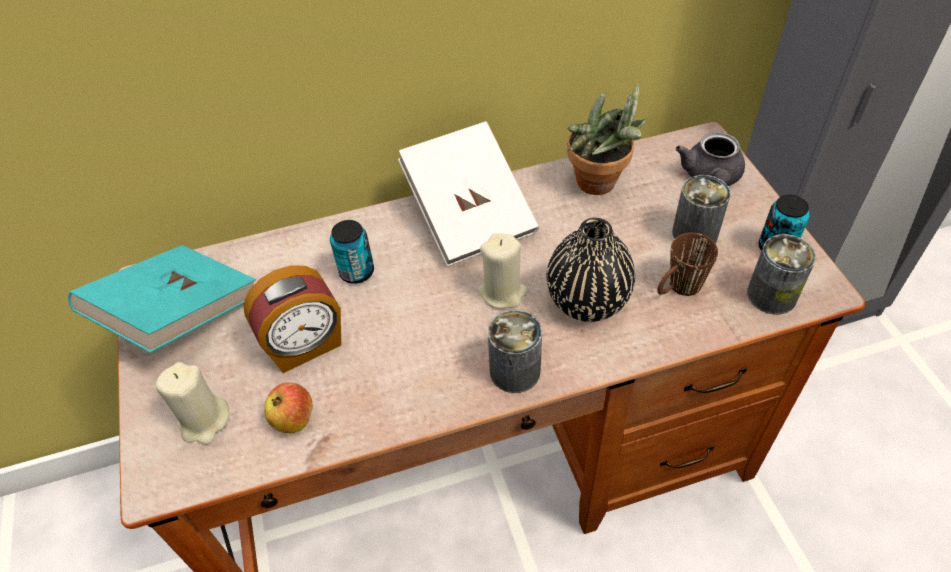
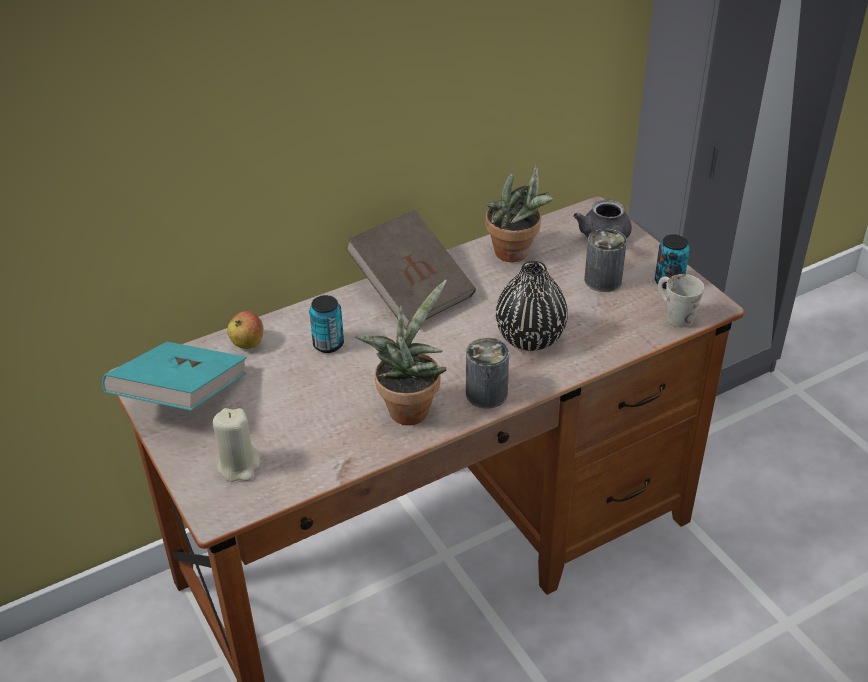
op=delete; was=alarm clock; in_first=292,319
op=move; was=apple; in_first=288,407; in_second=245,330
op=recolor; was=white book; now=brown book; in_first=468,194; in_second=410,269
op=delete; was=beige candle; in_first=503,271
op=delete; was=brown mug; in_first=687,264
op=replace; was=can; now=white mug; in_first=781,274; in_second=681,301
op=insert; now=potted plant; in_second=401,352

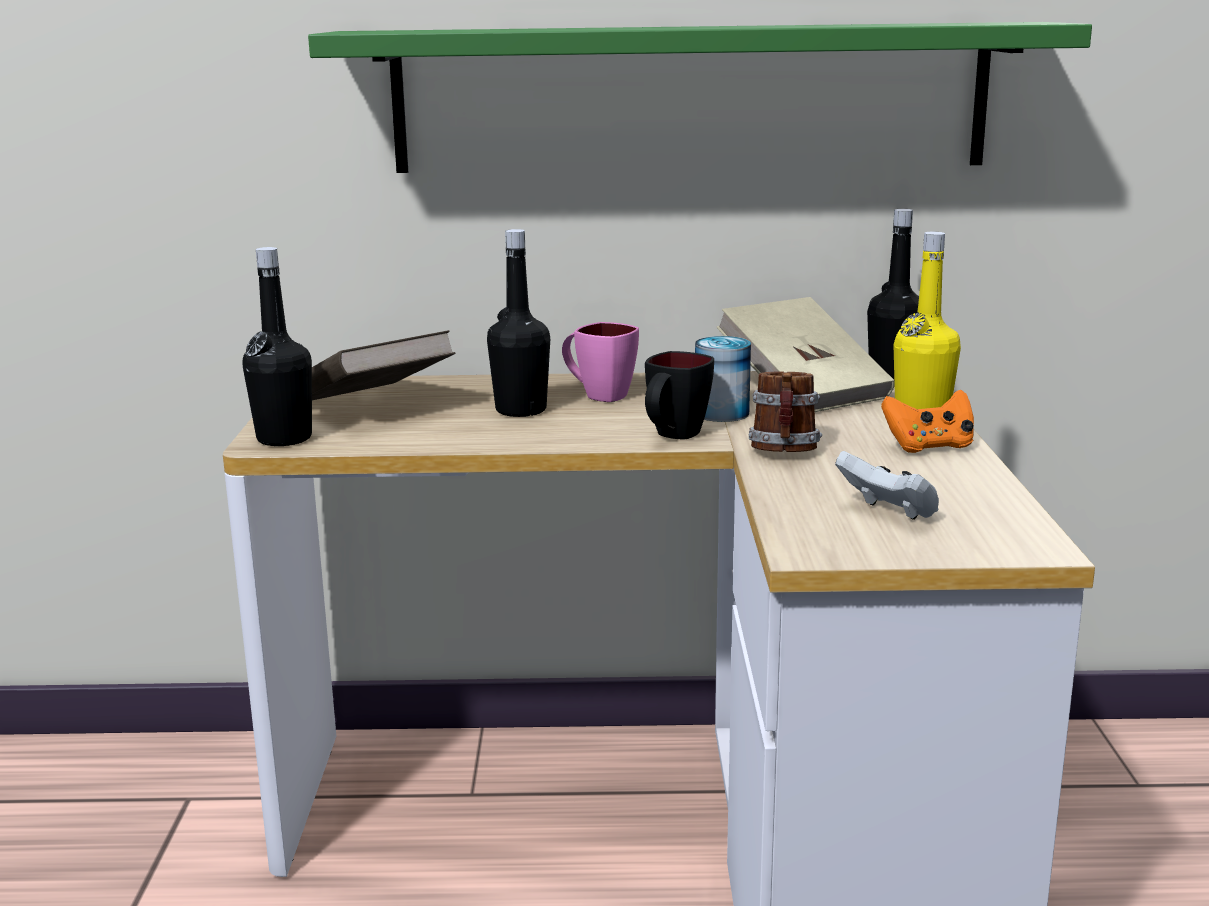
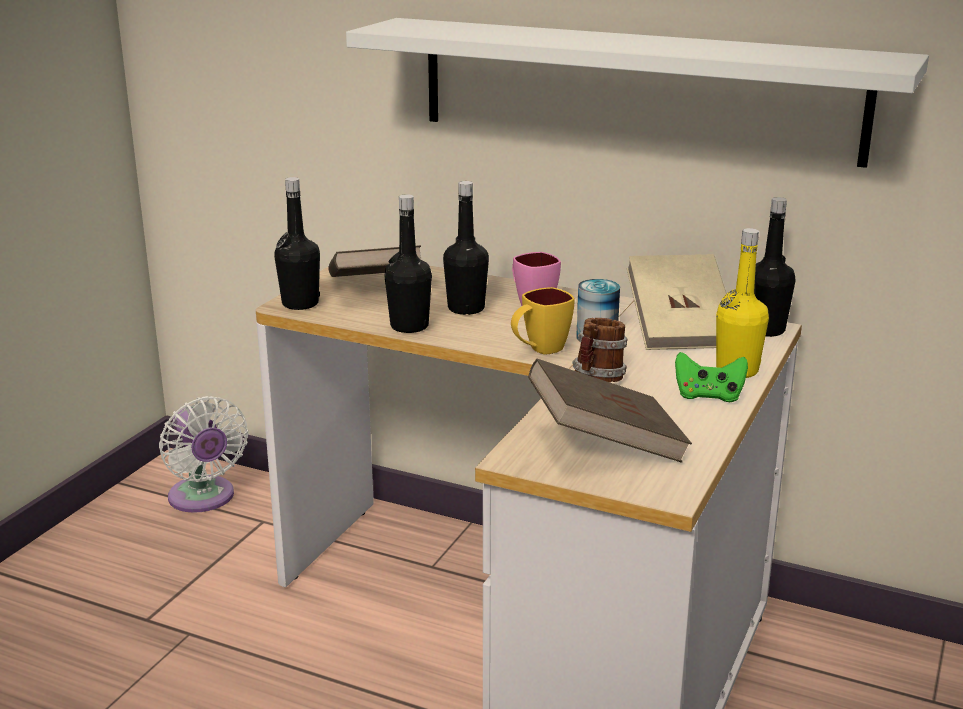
op=recolor; was=green shelf; now=white shelf; in_first=700,97; in_second=637,93
op=recolor; was=black mug; now=yellow mug; in_first=679,395; in_second=543,321
op=replace; was=white game controller; now=brown book; in_first=887,485; in_second=610,411
op=recolor; was=orange game controller; now=green game controller; in_first=927,421; in_second=711,377
op=insert; now=white fan; in_second=203,454
op=insert; now=black bottle; in_second=408,263

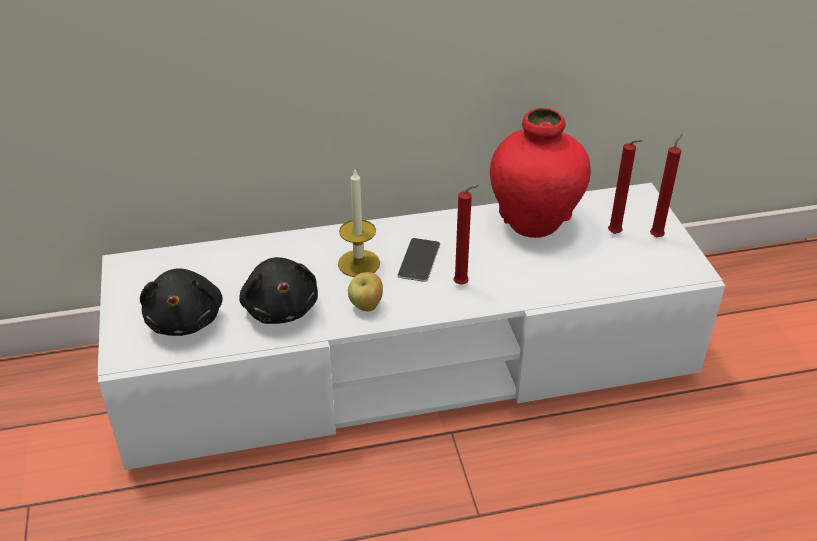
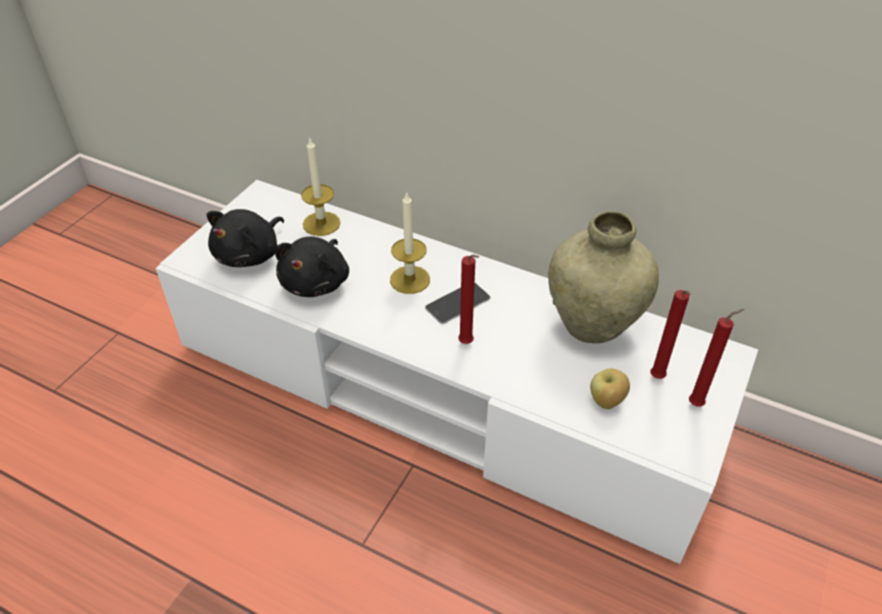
op=move; was=apple; in_first=365,292; in_second=610,388
op=recolor; was=red vase; now=beige vase; in_first=540,173; in_second=603,277
op=insert; now=candle; in_second=321,186

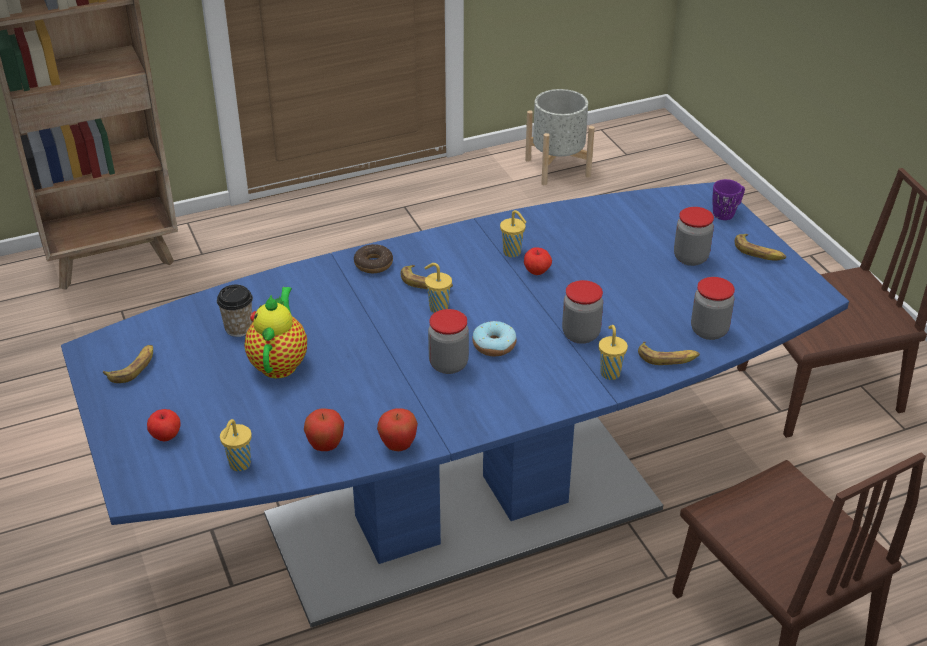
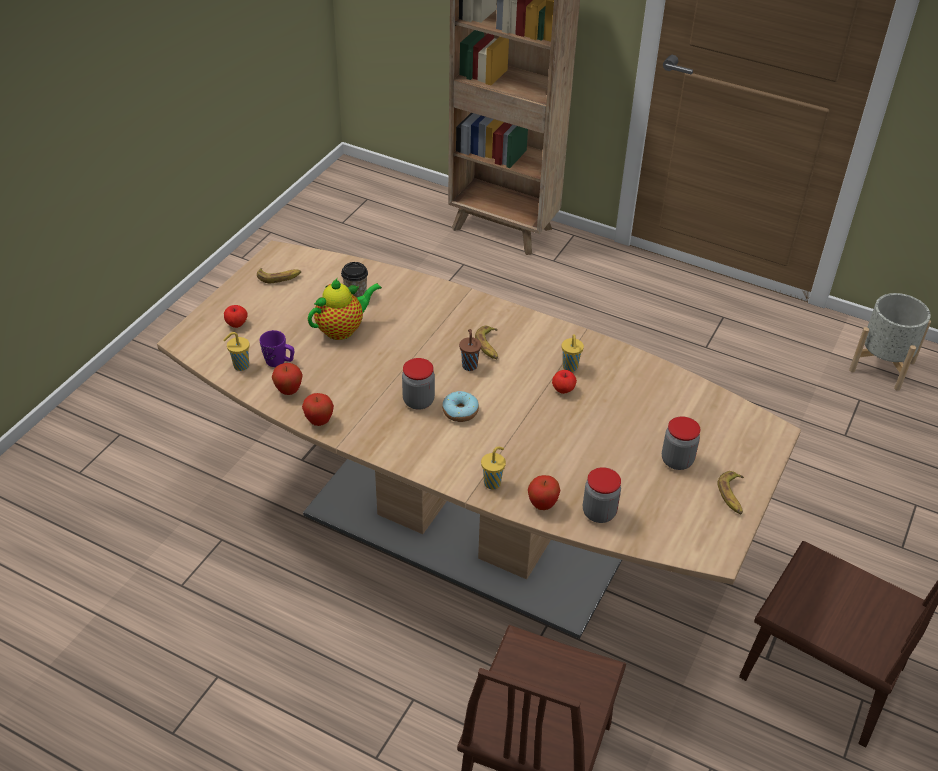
op=recolor; was=blue dining table; now=brown dining table; in_first=455,405; in_second=479,440
op=delete; was=donut; in_first=373,258
op=recolor; was=yellow cup; now=brown cup; in_first=438,288; in_second=470,350
op=delete; was=jar; in_first=582,312
op=replace; was=banana; now=apple; in_first=669,353; in_second=544,492
op=move; was=purple mug; in_first=728,199; in_second=277,348

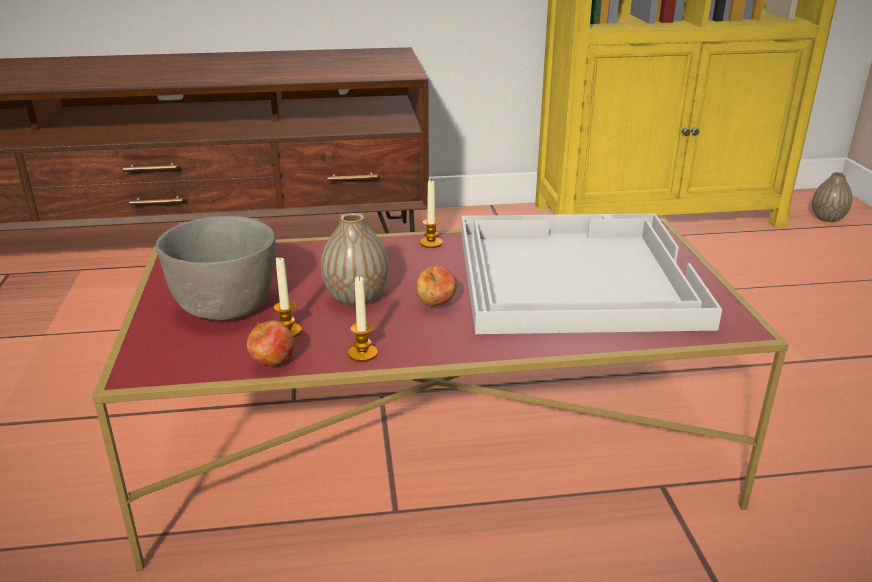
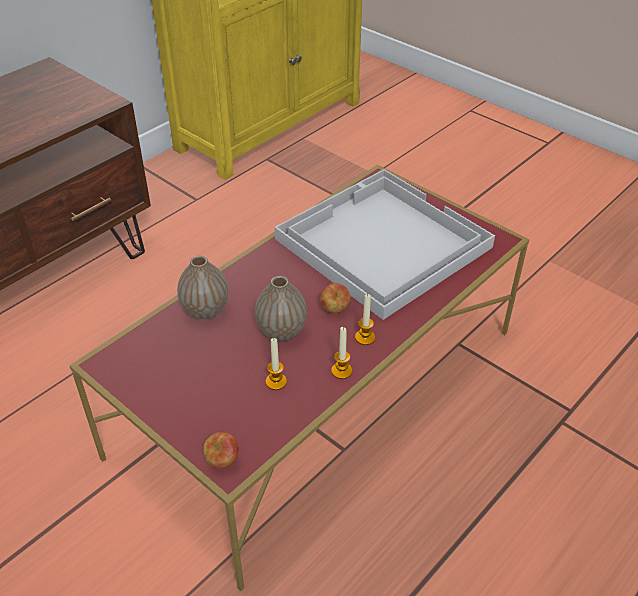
op=delete; was=grey bowl; in_first=216,268
op=move; was=apple; in_first=271,342; in_second=221,450
op=move; was=candle; in_first=431,214; in_second=365,319
op=move; was=vase; in_first=832,197; in_second=202,287

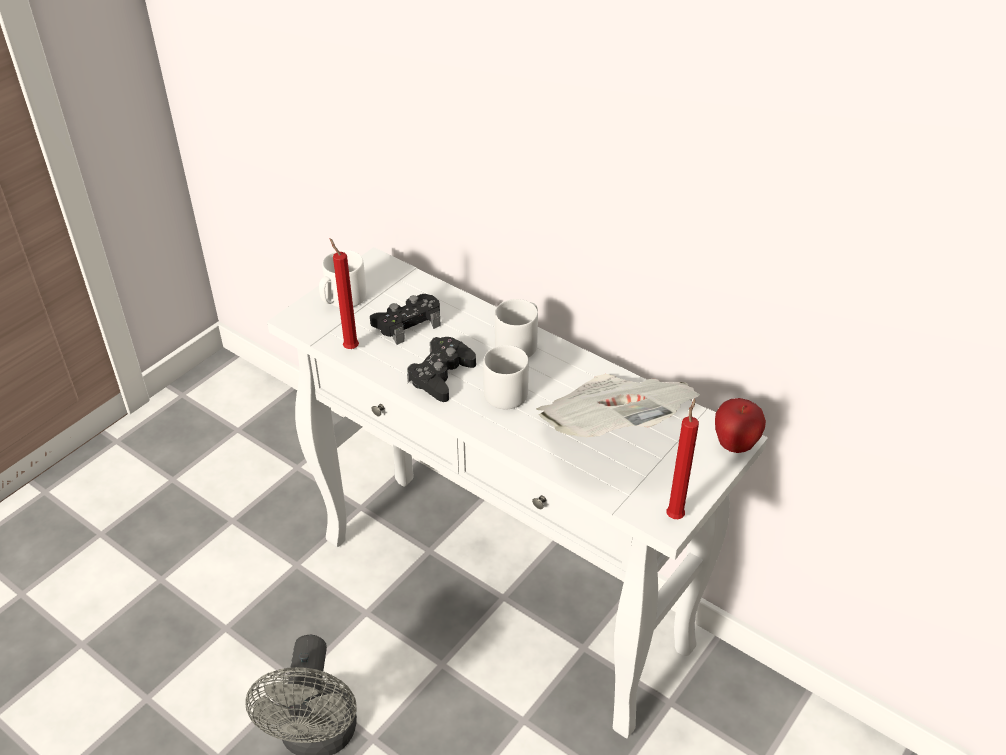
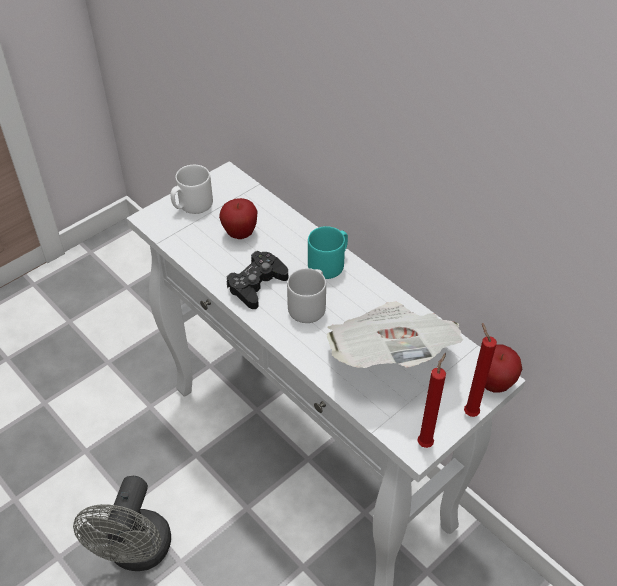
op=move; was=red candle; in_first=344,293; in_second=480,370
op=replace; was=black game controller; now=apple; in_first=405,319; in_second=238,218
op=recolor; was=grey mug; now=turquoise mug; in_first=516,328; in_second=328,252

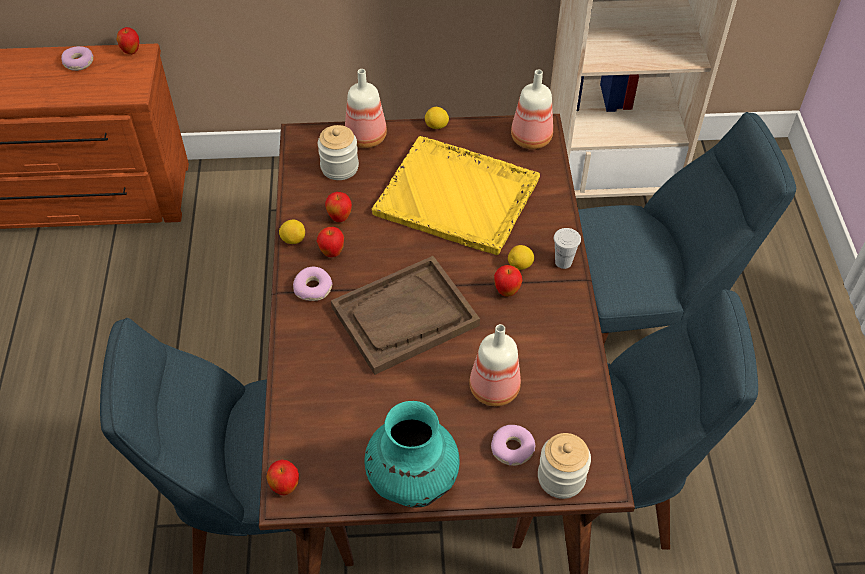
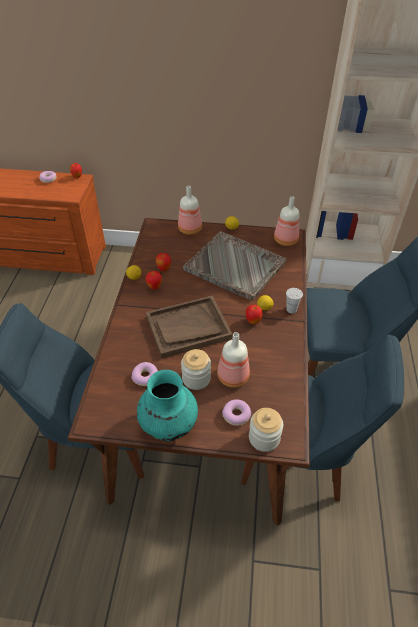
op=delete; was=apple; in_first=282,477
op=move; was=donut; in_first=313,284; in_second=145,374
op=move; was=jar; in_first=338,152; in_second=196,369
op=recolor; was=yellow tray; now=grey tray; in_first=456,195; in_second=235,266

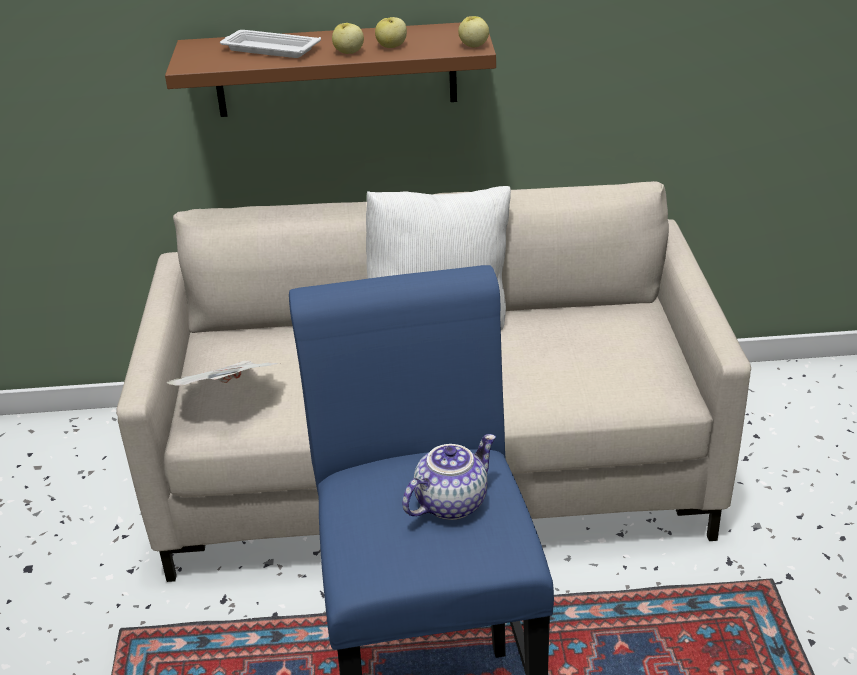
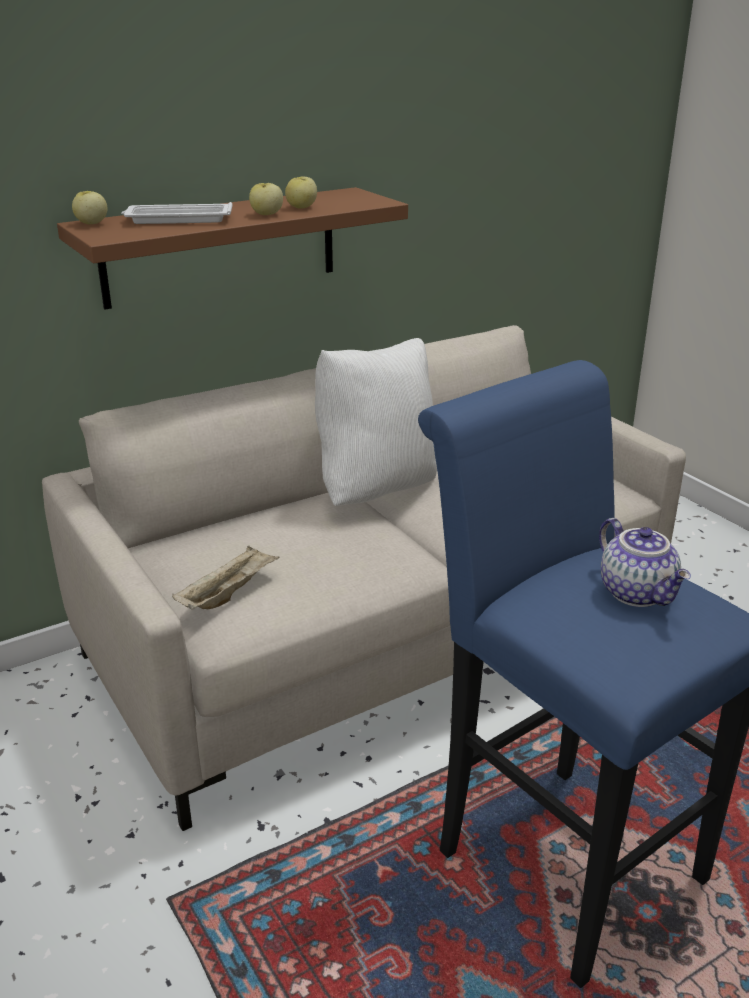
op=replace; was=newspaper; now=beige tray; in_first=222,373; in_second=225,578
op=rotate; was=teapot; in_first=449,477; in_second=645,562; clockwise=135
op=move; was=apple; in_first=473,32; in_second=90,207

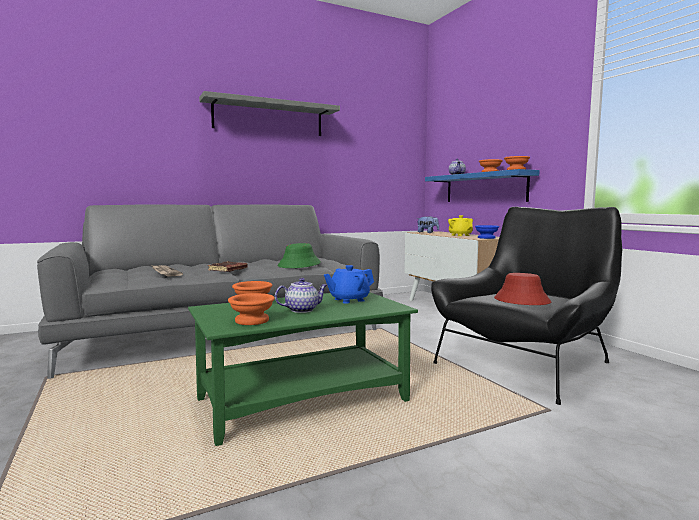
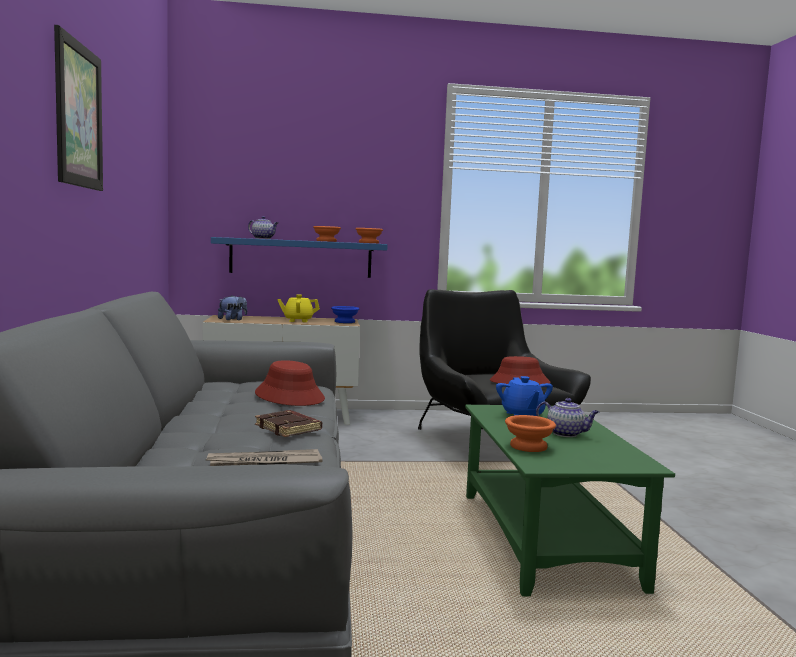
op=replace; was=grey shelf; now=picture; in_first=269,113; in_second=78,108
op=delete; was=orange bowl; in_first=251,309
op=rotate; was=teapot; in_first=301,295; in_second=567,417; clockwise=120
op=recolor; was=green hat; now=red hat; in_first=299,255; in_second=290,383

